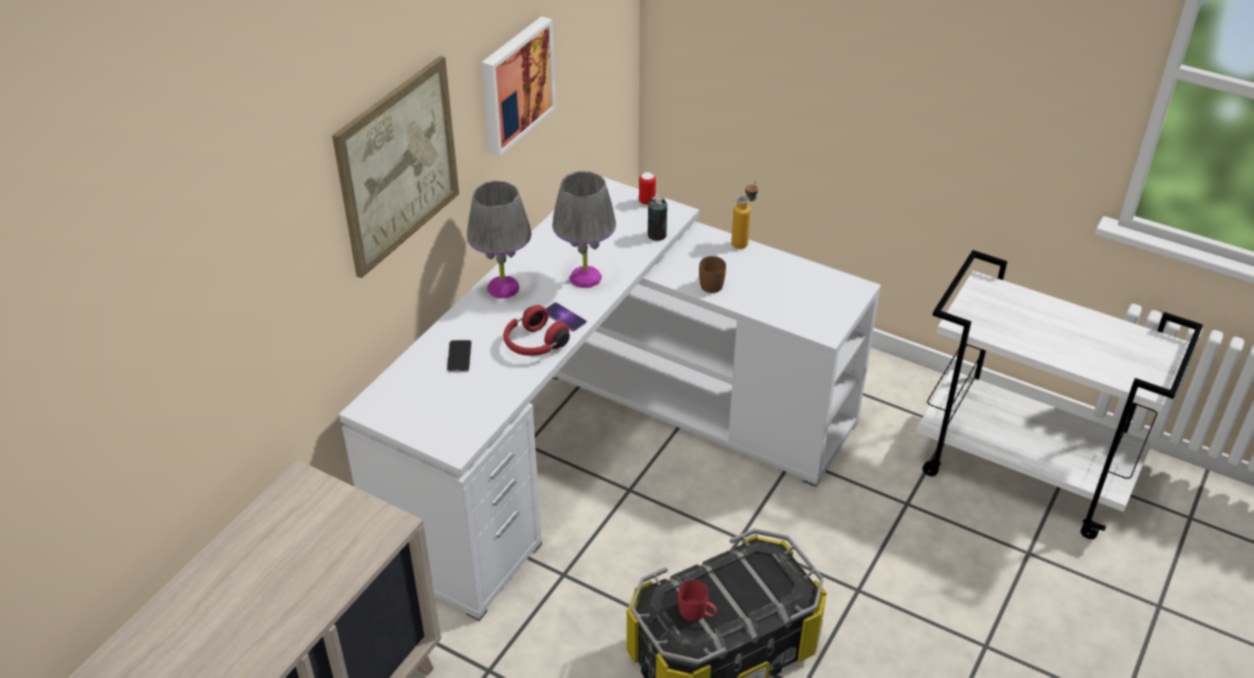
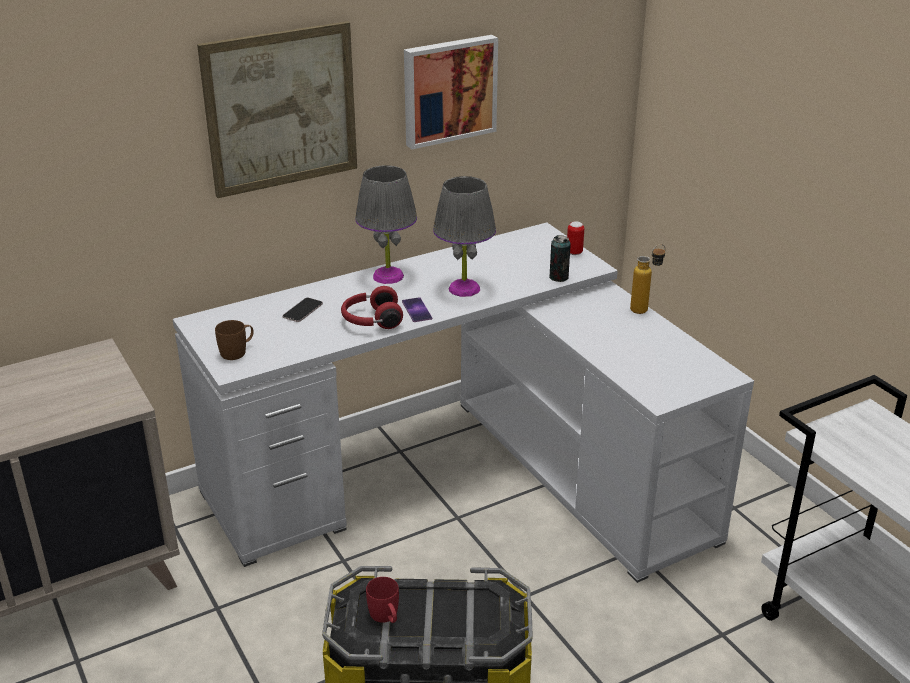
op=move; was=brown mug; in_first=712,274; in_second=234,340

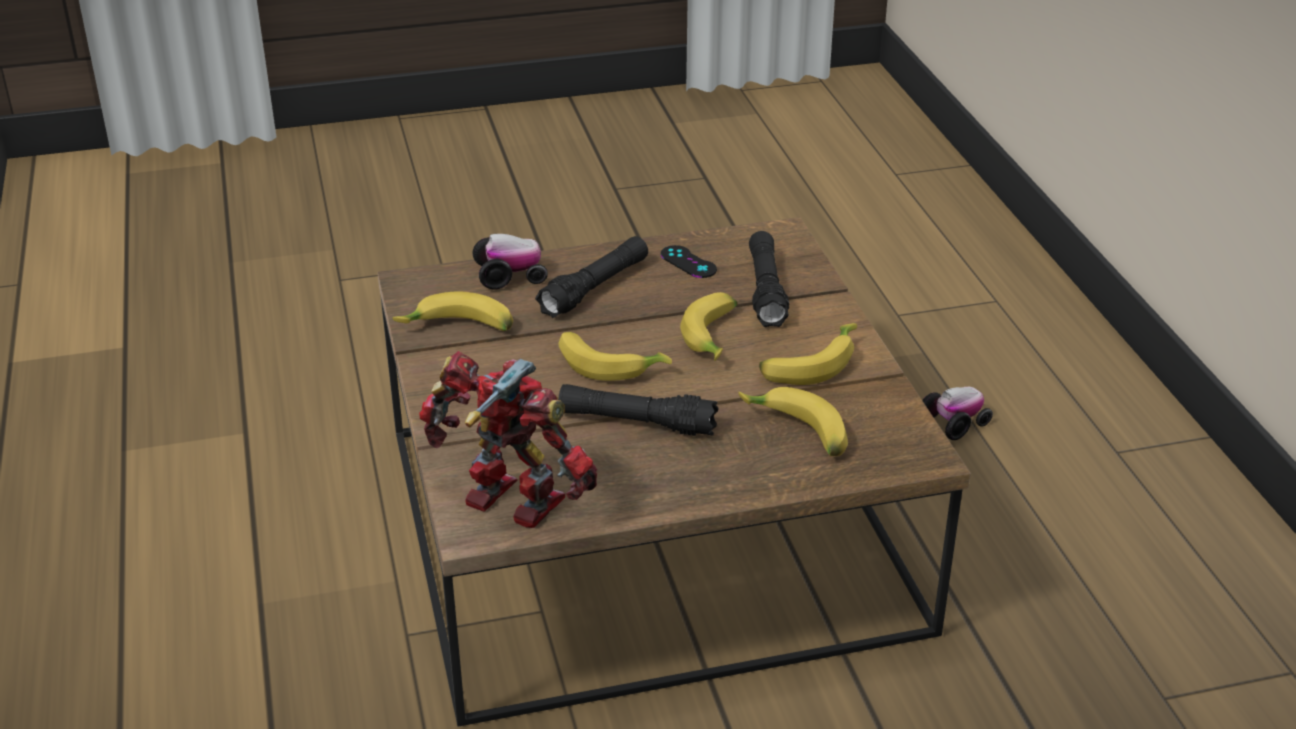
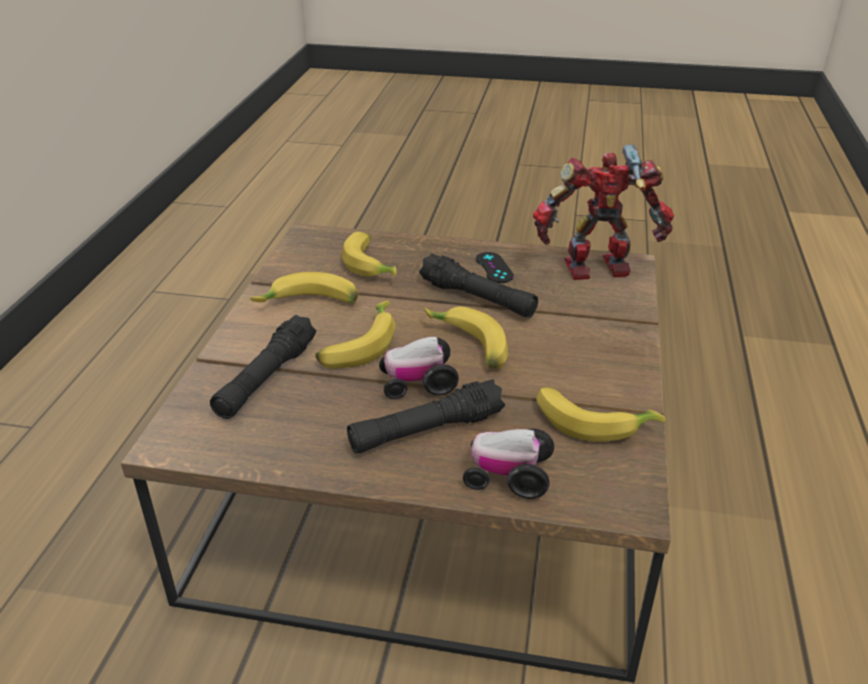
op=rotate; was=toy robot; in_first=508,439; in_second=603,212; clockwise=120
op=move; was=black game controller; in_first=689,261; in_second=495,267
op=move; was=toy car; in_first=957,413; in_second=419,368

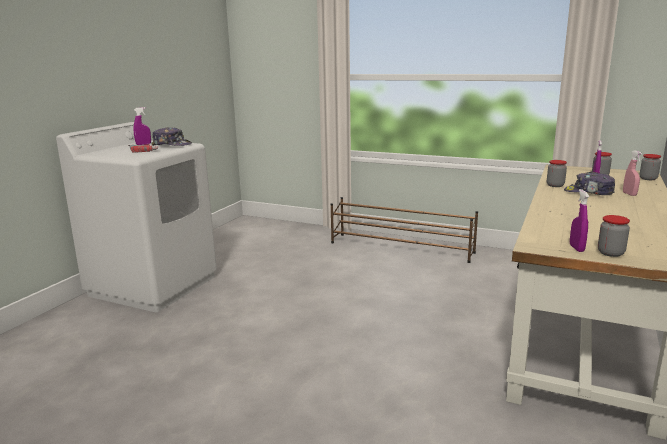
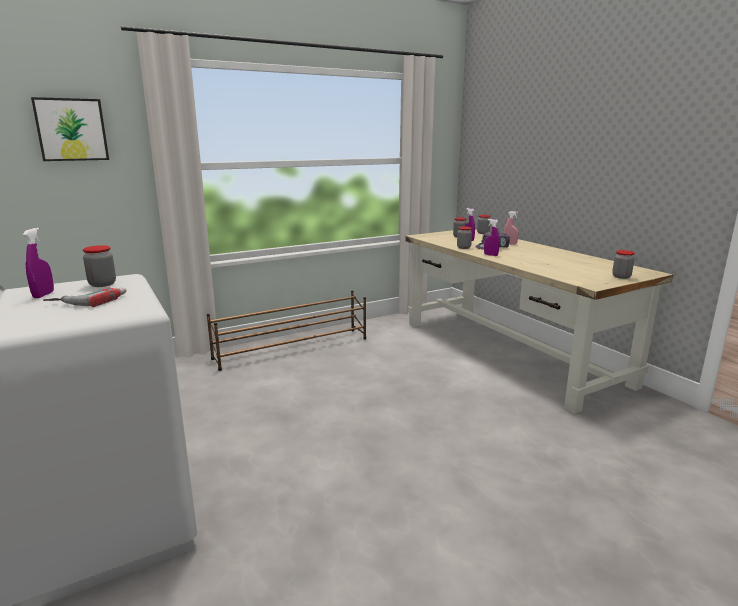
op=replace; was=cap; now=jar; in_first=171,136; in_second=99,266
op=move; was=purple spray bottle; in_first=579,220; in_second=492,237
op=insert; now=picture; in_second=70,129

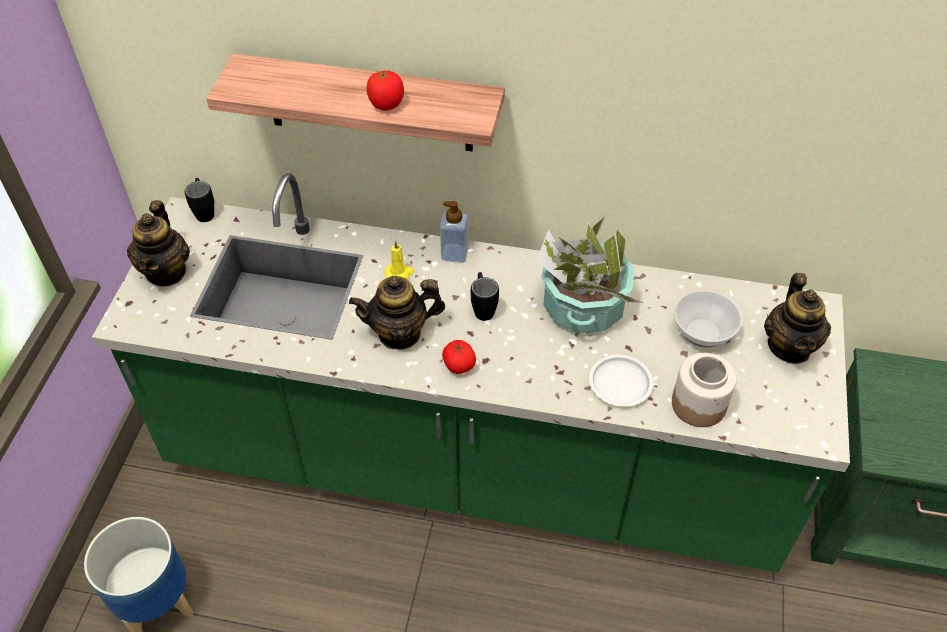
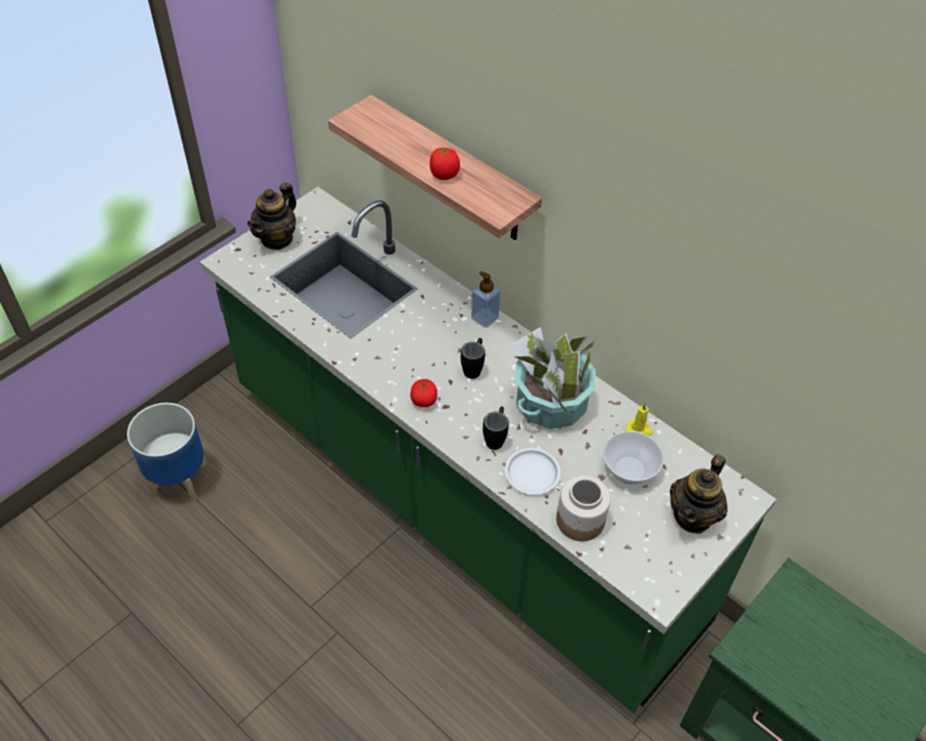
op=move; was=black mug; in_first=199,200; in_second=496,428
op=delete; was=teapot; in_first=397,313
op=move; was=yellow candle; in_first=399,259; in_second=639,419

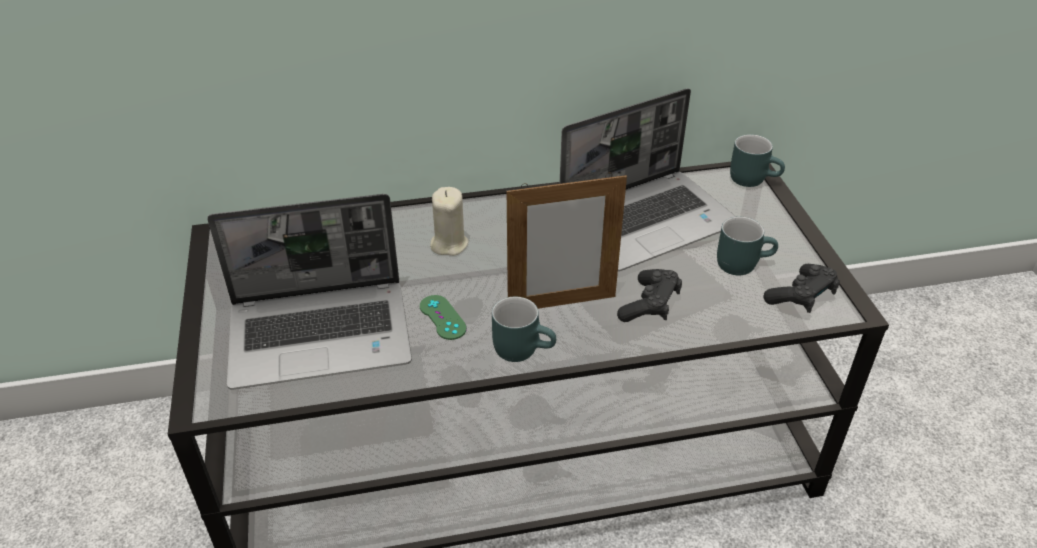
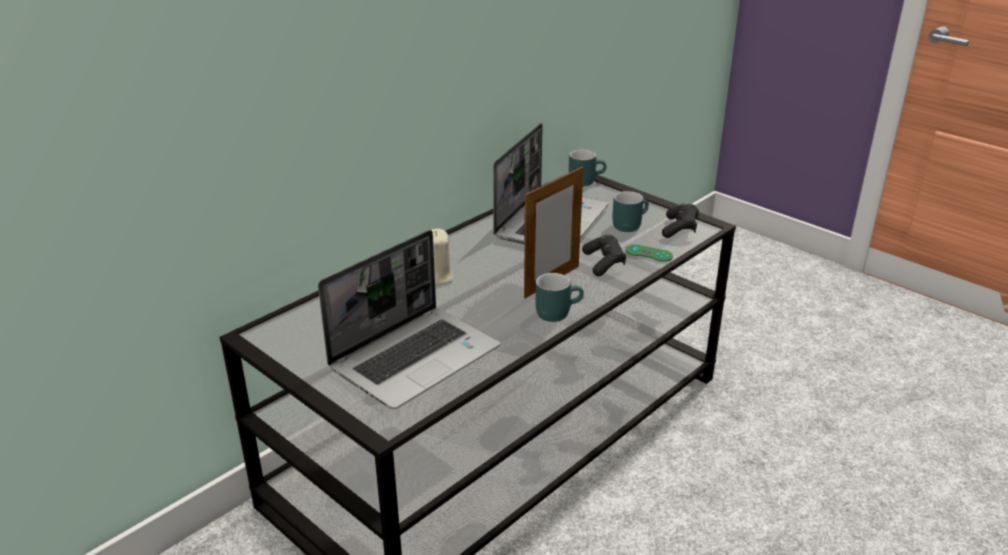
op=move; was=green game controller; in_first=443,317; in_second=649,253

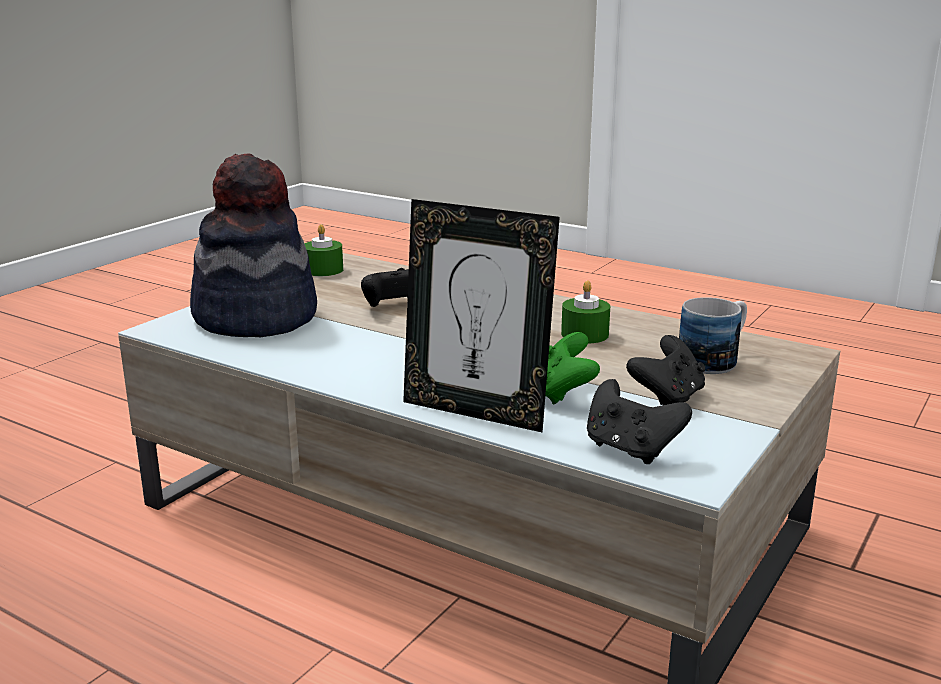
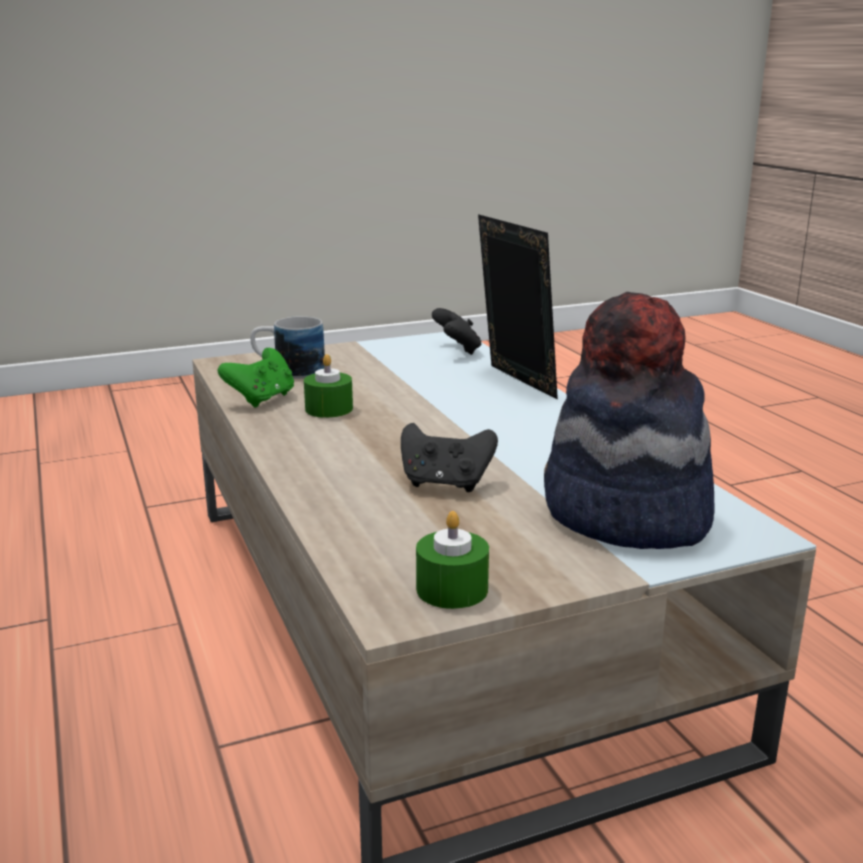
op=move; was=green game controller; in_first=572,368; in_second=256,378
op=delete; was=black game controller; in_first=665,370

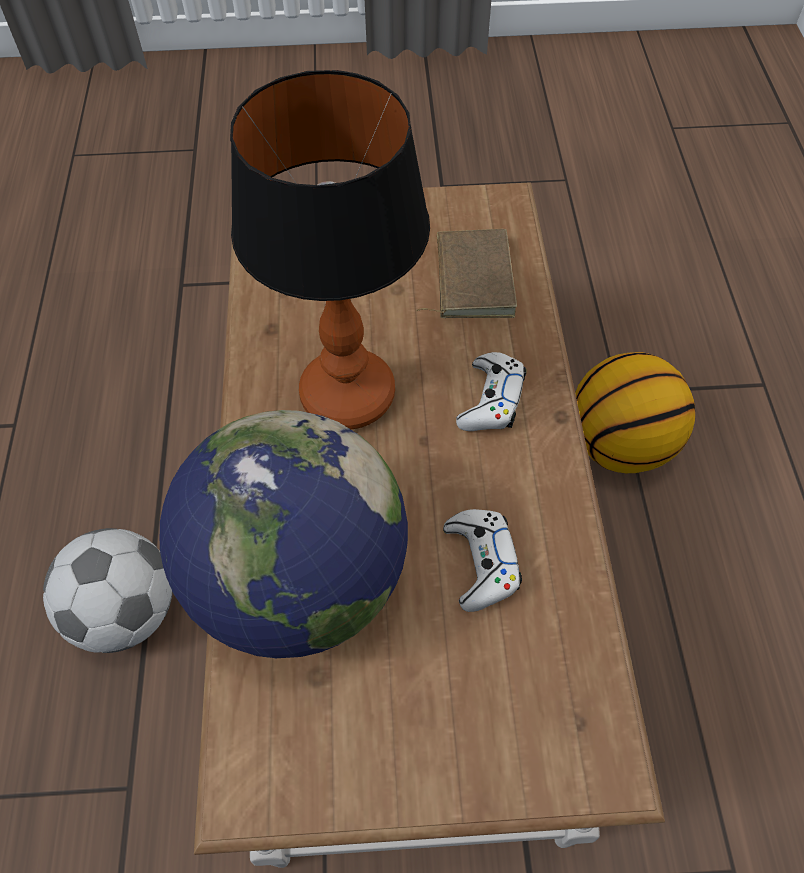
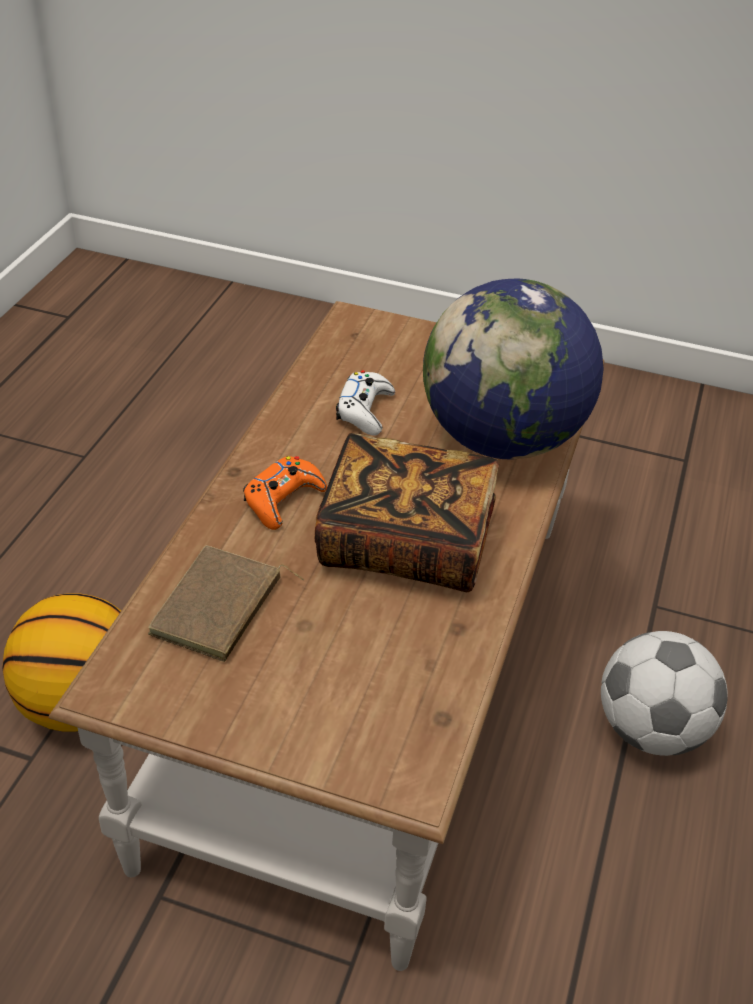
op=replace; was=table lamp; now=book; in_first=330,250; in_second=407,512
op=recolor; was=white game controller; now=orange game controller; in_first=491,391; in_second=285,493

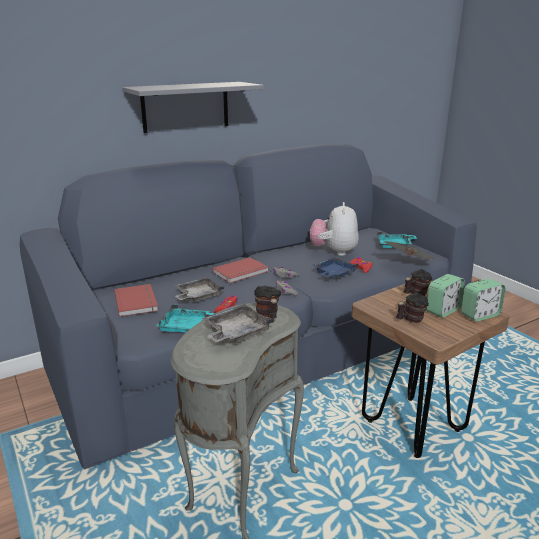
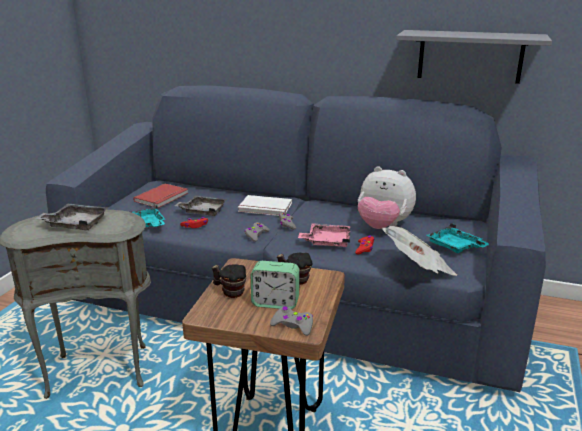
op=move; was=grey shelf; in_first=193,107; in_second=474,57
op=recolor; was=red book; now=white book; in_first=240,270; in_second=265,205
op=delete; was=mug; in_first=267,302
op=rotate; was=plush toy; in_first=334,229; in_second=387,197; clockwise=-120
op=recolor; was=blue tray; now=pink tray; in_first=336,268; in_second=324,235
op=replace; was=alarm clock; now=grey game controller; in_first=483,300; in_second=291,321

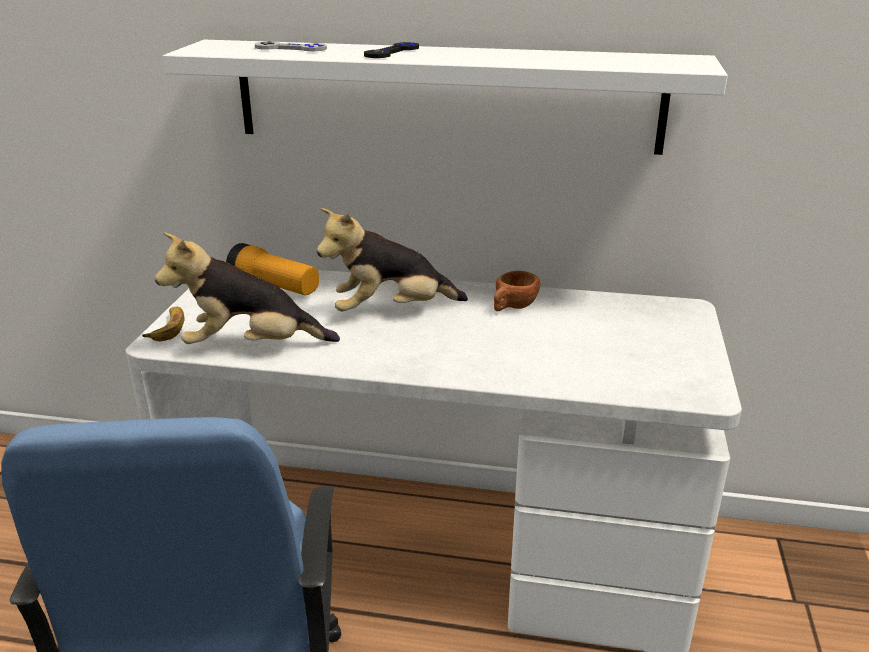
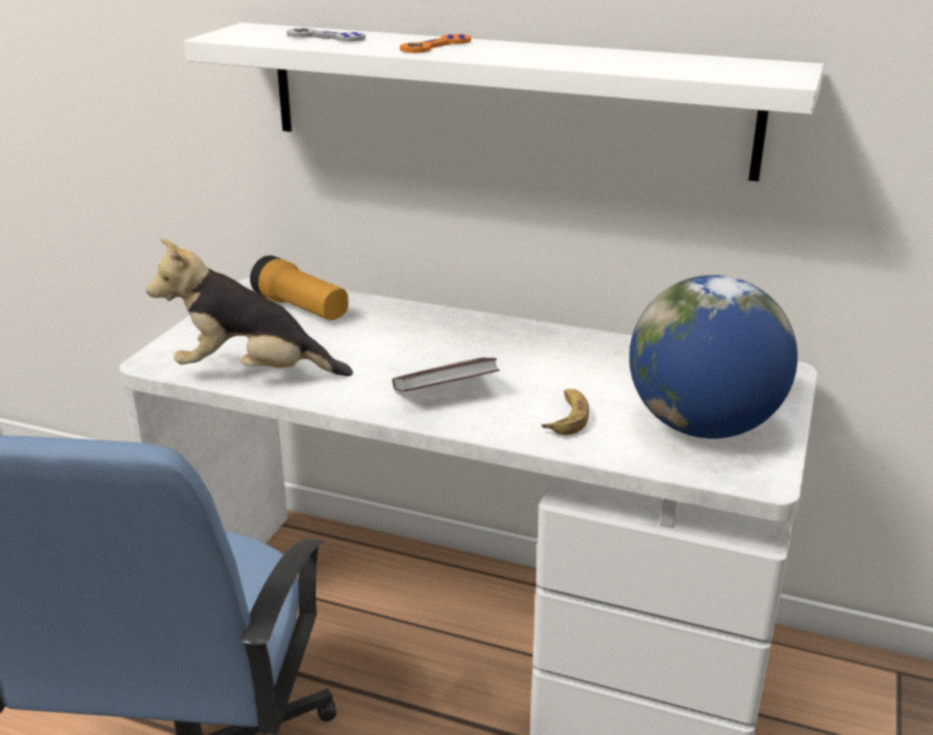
op=move; was=banana; in_first=163,324; in_second=565,412
op=delete; was=plush toy; in_first=392,259
op=recolor; was=black game controller; now=orange game controller; in_first=391,50; in_second=435,43
op=delete; was=brown cup; in_first=517,291
op=insert; now=book; in_second=445,374
op=insert; now=globe; in_second=713,357

